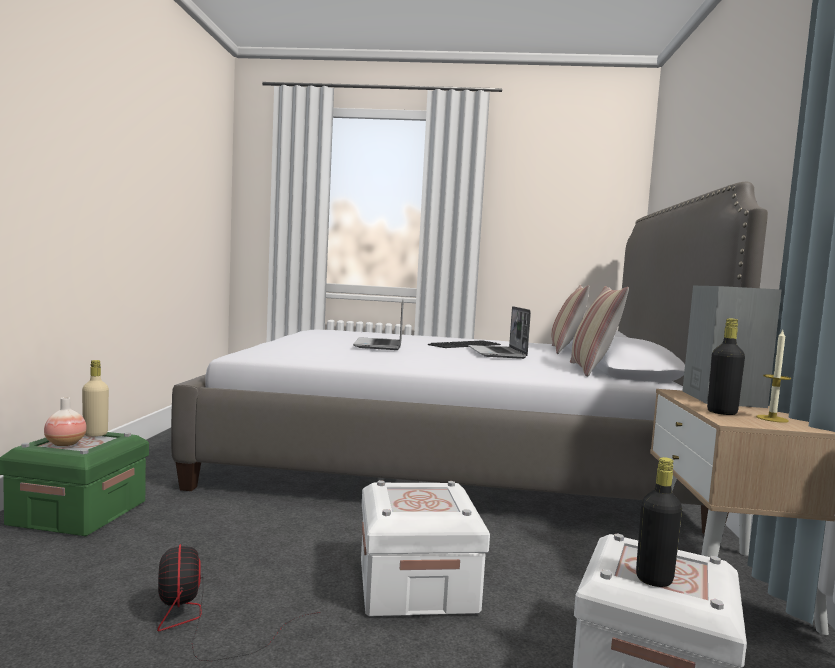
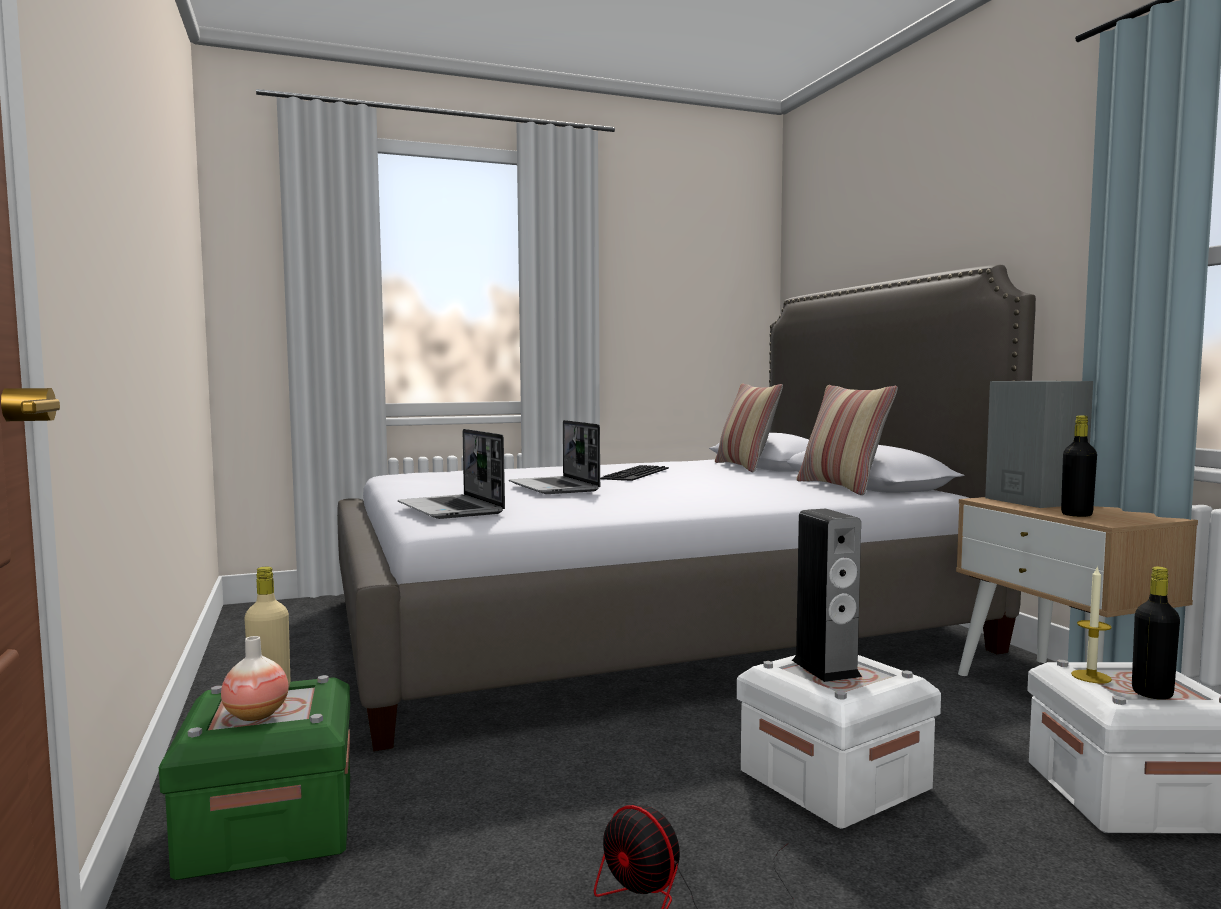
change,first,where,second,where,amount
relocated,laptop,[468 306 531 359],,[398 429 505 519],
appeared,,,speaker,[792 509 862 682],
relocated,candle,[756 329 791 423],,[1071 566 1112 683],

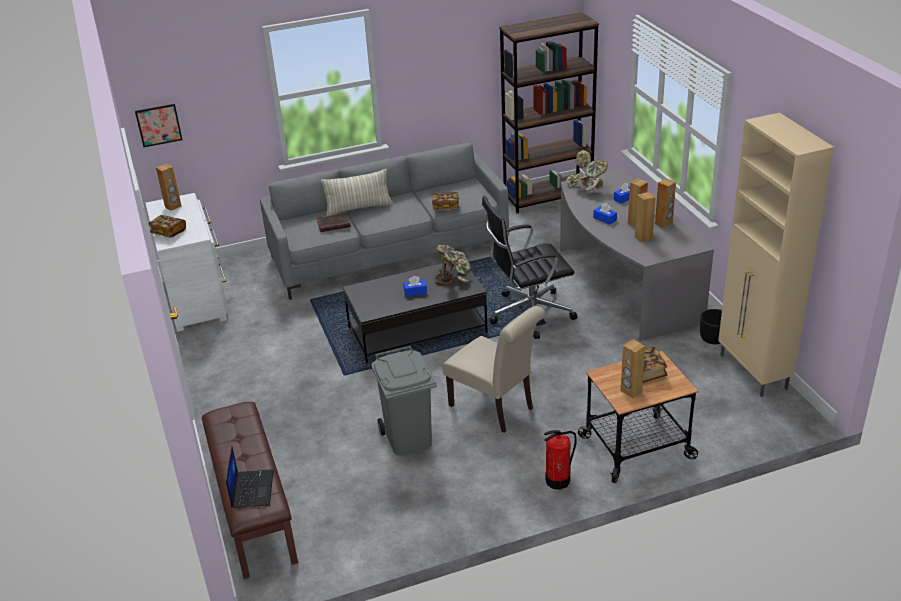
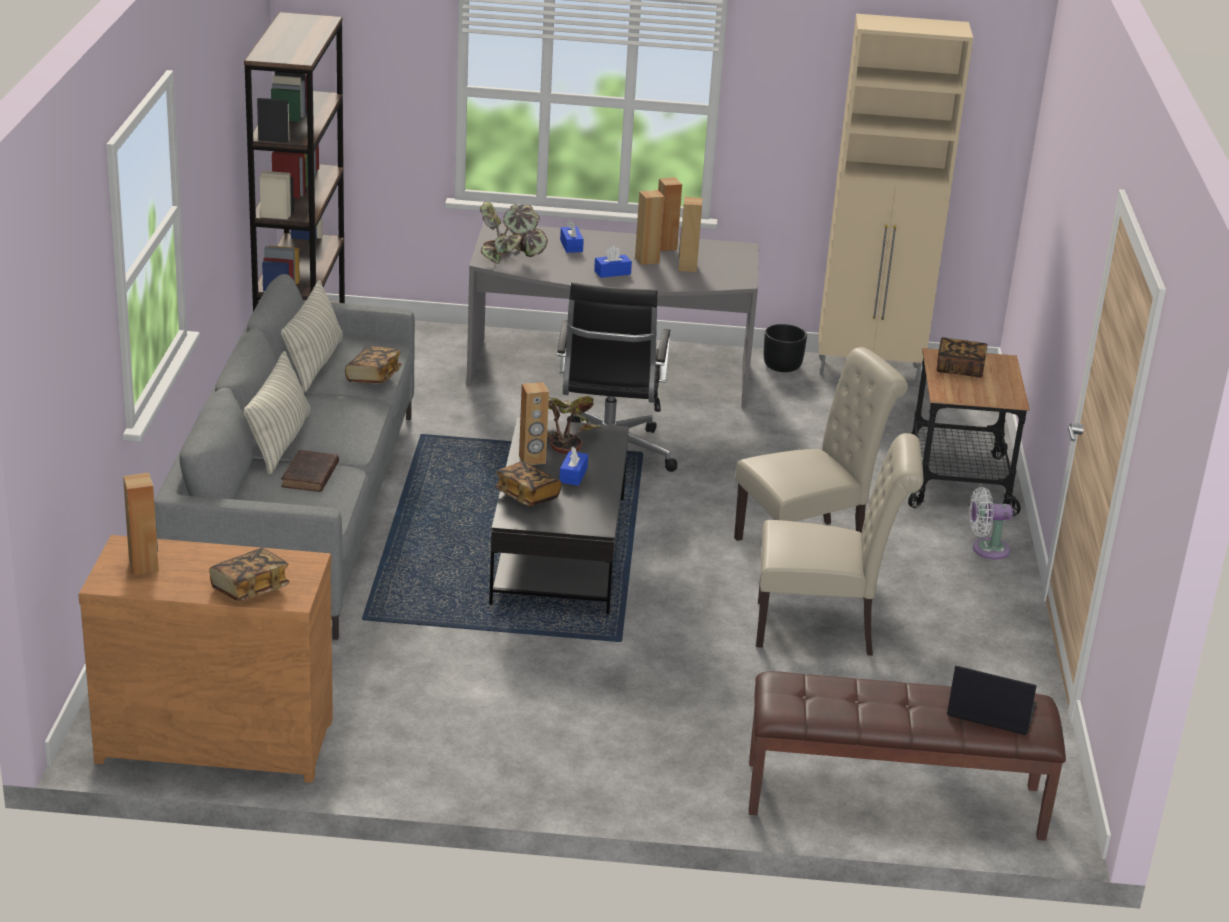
change,first,where,second,where,amount
colour,white dresser,[145 193 229 332],brown dresser,[78 535 333 783],
appeared,,,pillow,[281 280 343 392],
appeared,,,book,[495 461 562 506],
relocated,brown speaker,[620 339 645 398],,[519 382 549 465],
exchanged,grey trash can,[372 346 437 456],beige chair,[756 433 923 656],
exchanged,fire extinguisher,[544 430 577 490],white fan,[970 487 1013 559],
missing,picture,[135 104 182 147],,,

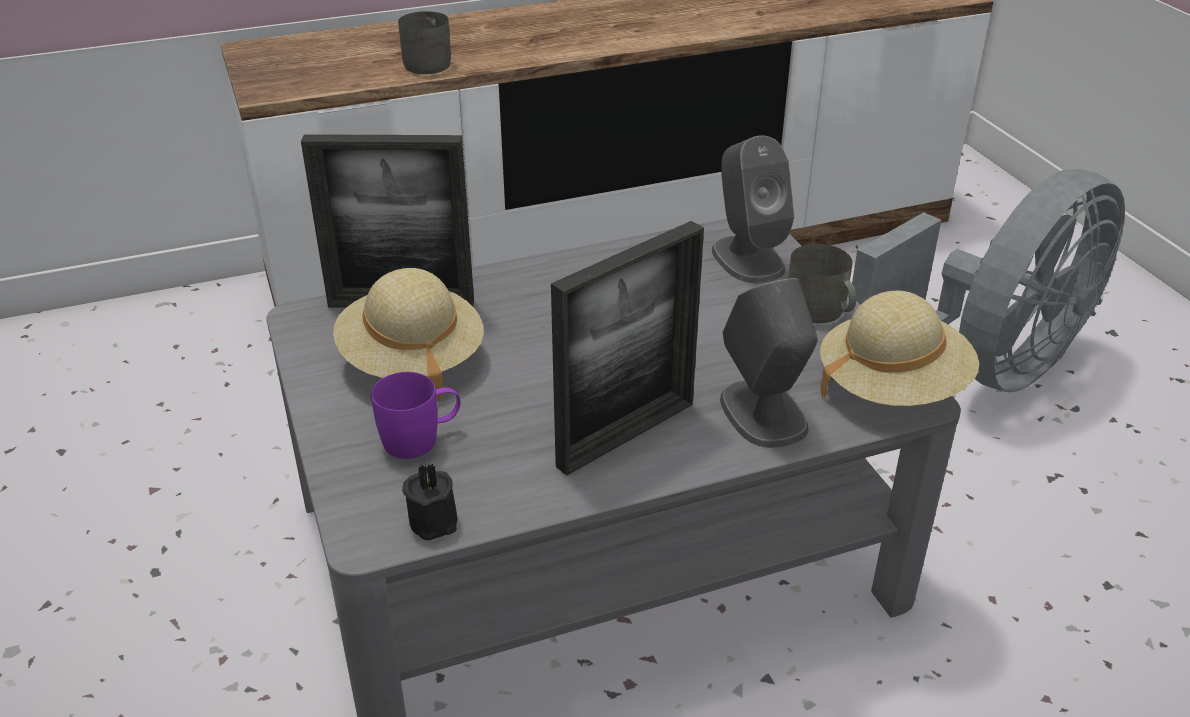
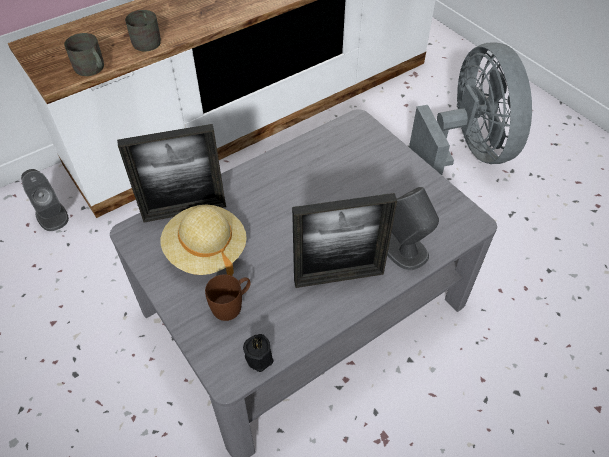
change,first,where,second,where,amount
relocated,grey speaker,[712 135 794 283],,[21 169 69 231],
relocated,grey mug,[788 244 856 324],,[64 33 104 76],
colour,purple mug,[371 372 460 459],brown mug,[205 274 251 321],
spun,picture frame,[551 221 704 476],,[292 193 397 288],45 degrees clockwise
spun,grey fan,[852 169 1125 392],,[409 43 532 175],45 degrees counterclockwise
missing,beige hat,[820 291 979 406],,,

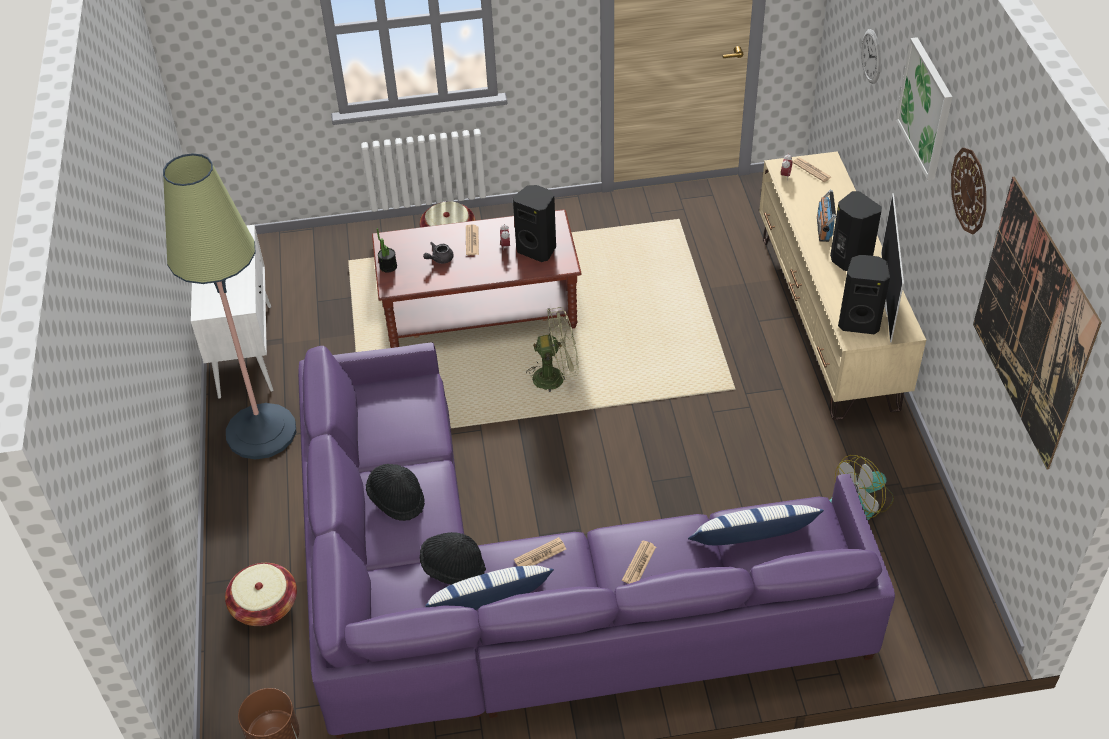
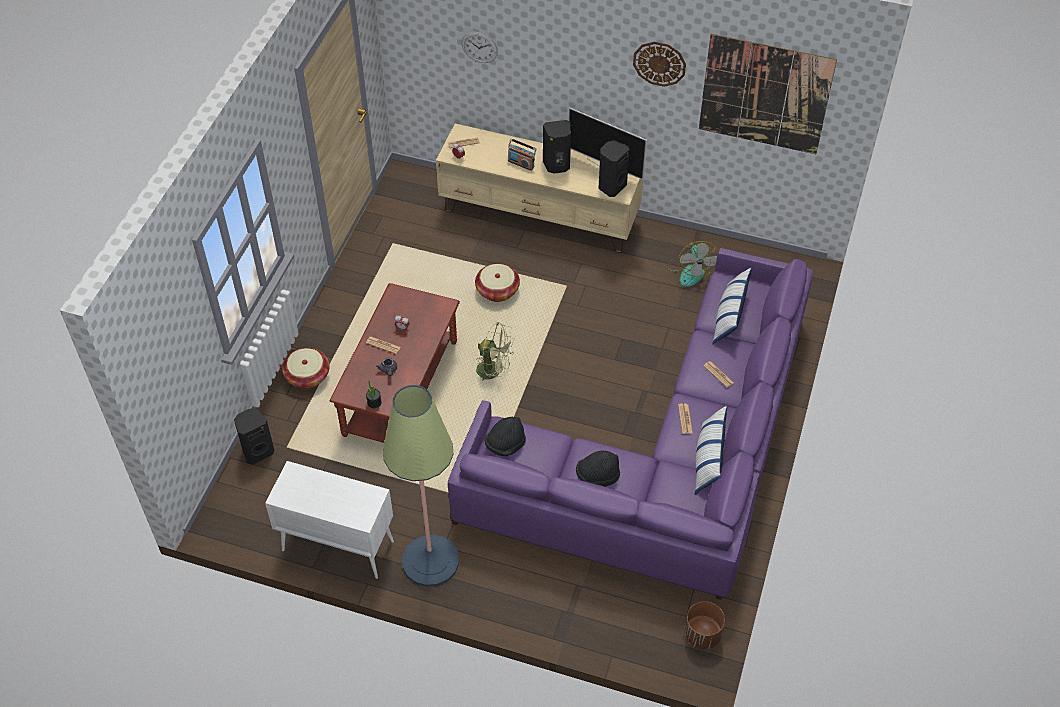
change,first,where,second,where,amount
relocated,black speaker,[513 185 556 262],,[234 409 274 465],
relocated,basket,[225 563 297 626],,[475 264 520 302],
spun,green fan,[526 307 579 392],,[476 322 514 380],90 degrees clockwise
relocated,black hat,[420 532 486 585],,[484 417 526 456],
missing,picture,[896 37 952 180],,,

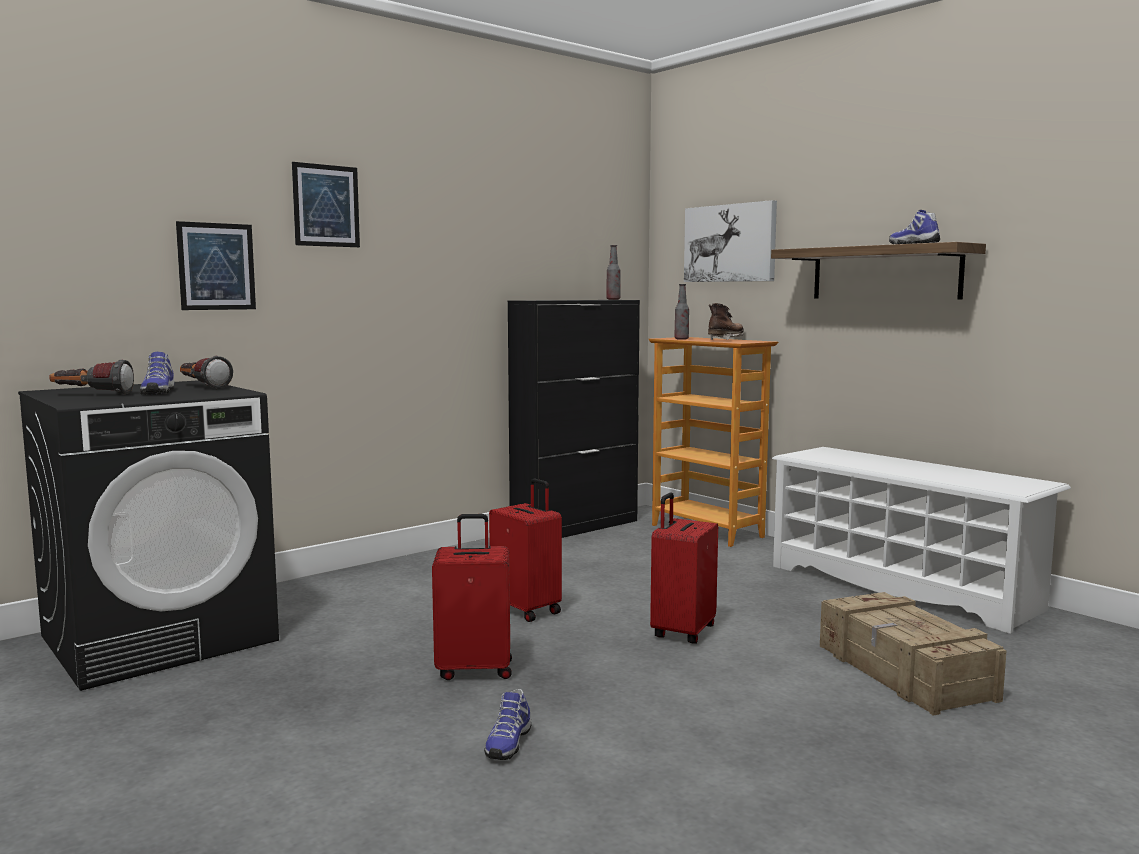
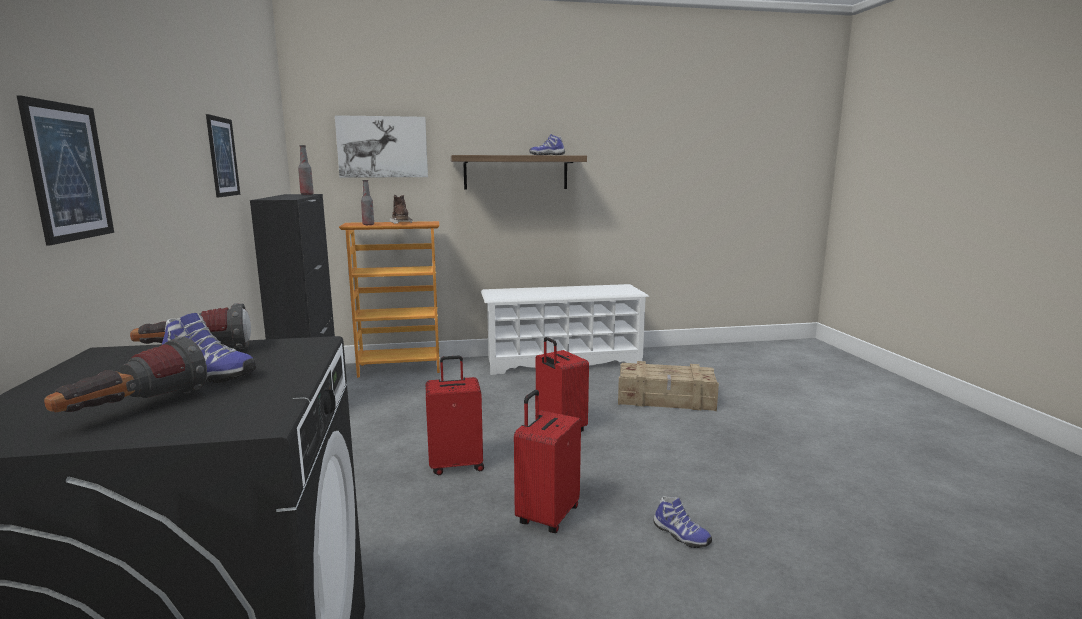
change,first,where,second,where,amount
relocated,picture,[292 162 360 247],,[206 114 240 198],

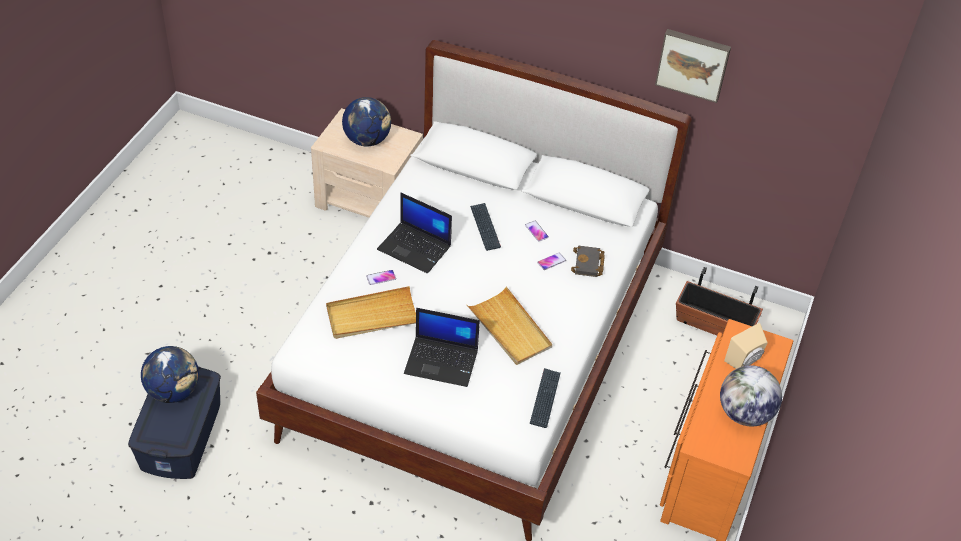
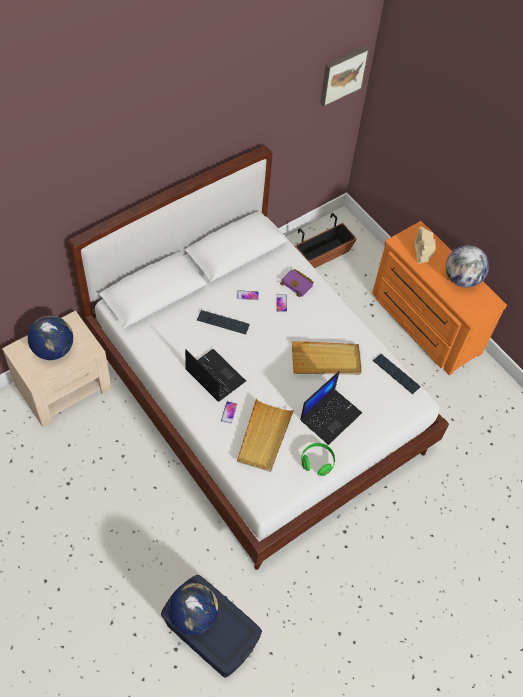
change,first,where,second,where,amount
spun,laptop,[377 193 452 274],,[185 349 246 402],105 degrees counterclockwise
colour,black book,[571 245 605 277],purple book,[280 269 314 297],
appeared,,,green headphones,[301 443 335 476],
relocated,picture,[655 29 731 103],,[320 46 369 107],

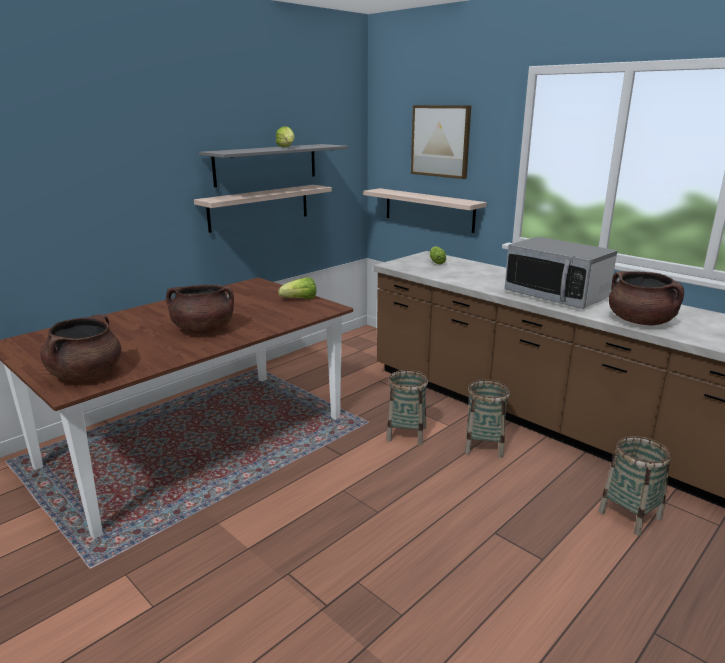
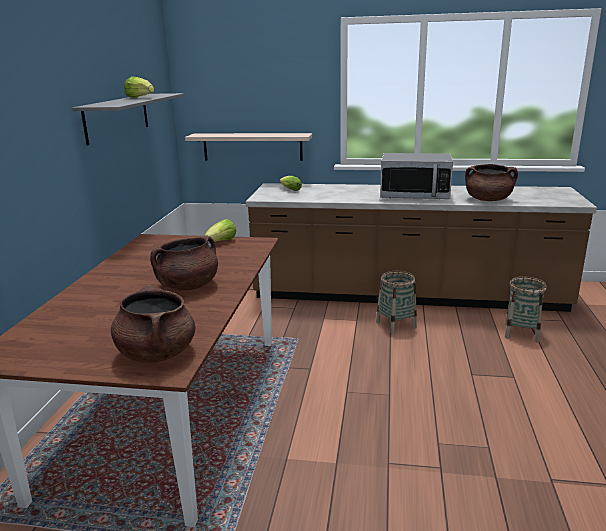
change,first,where,second,where,amount
missing,shelf,[194 185 332 233],,,
missing,basket,[386 370 428 445],,,
missing,picture,[411 105 471 179],,,

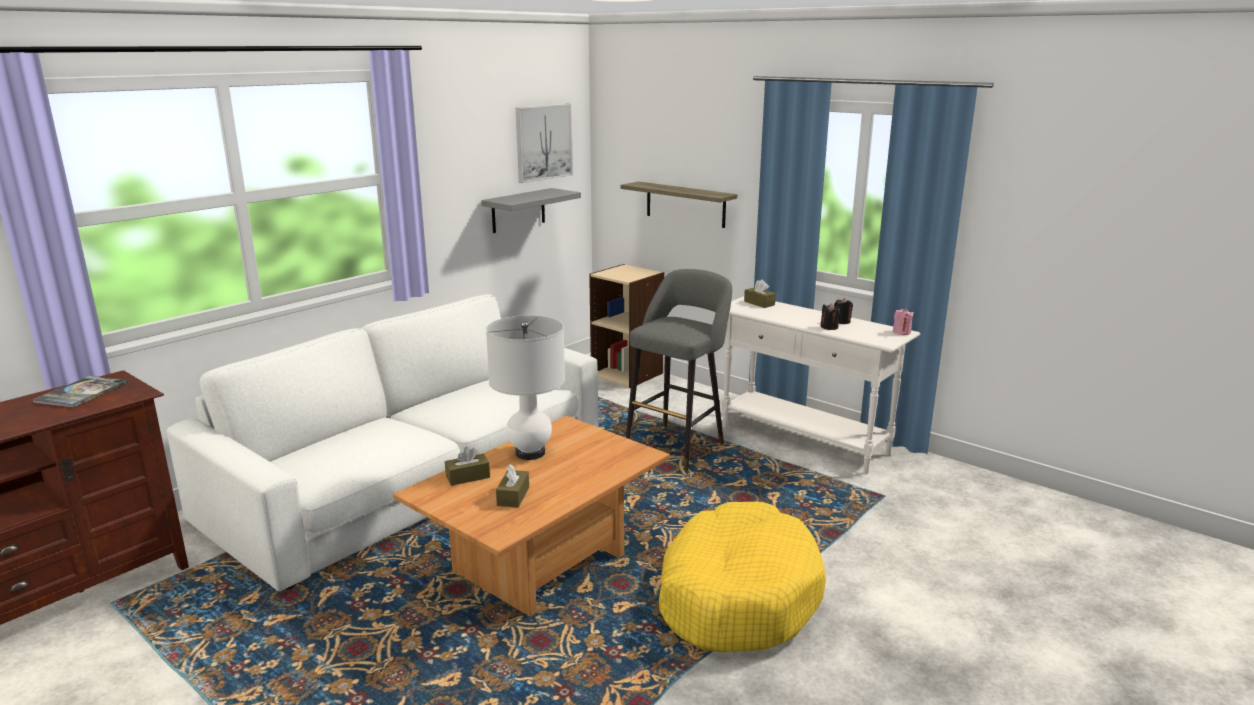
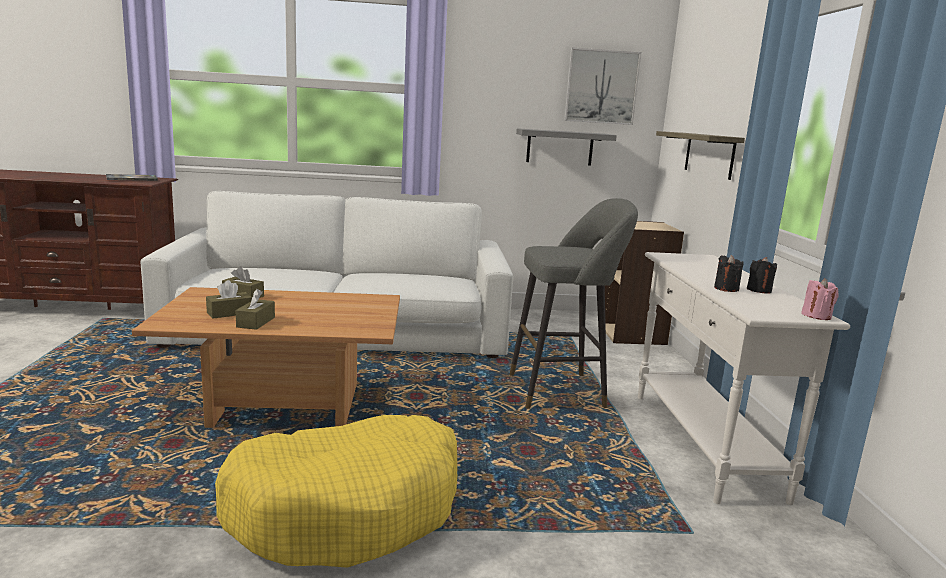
change,first,where,second,where,amount
relocated,brown tissue box,[744 279 776 308],,[235 289 275 330],
missing,white table lamp,[486 315 565 460],,,

